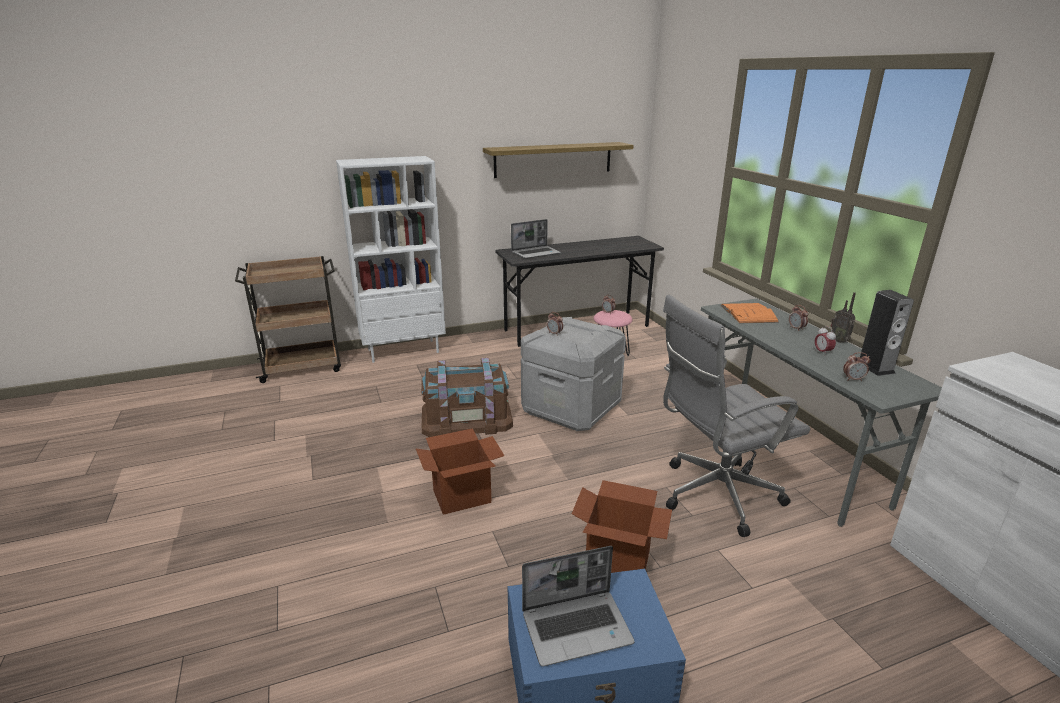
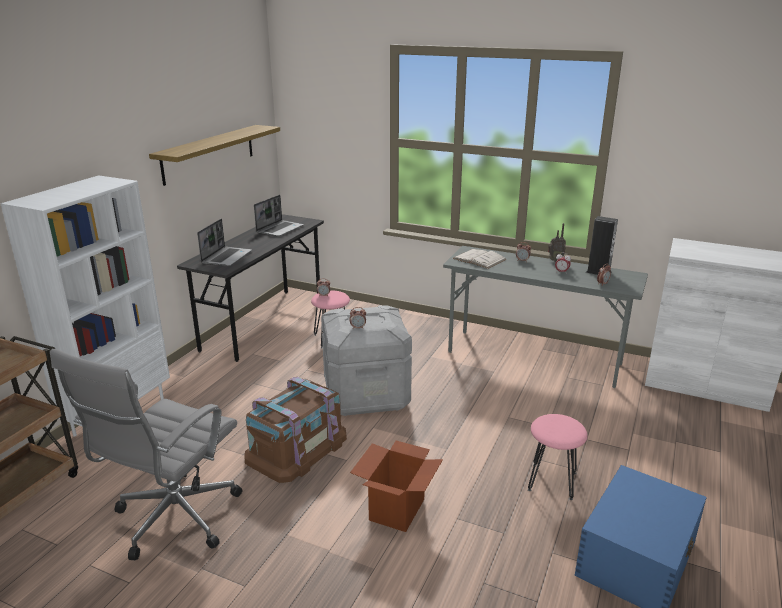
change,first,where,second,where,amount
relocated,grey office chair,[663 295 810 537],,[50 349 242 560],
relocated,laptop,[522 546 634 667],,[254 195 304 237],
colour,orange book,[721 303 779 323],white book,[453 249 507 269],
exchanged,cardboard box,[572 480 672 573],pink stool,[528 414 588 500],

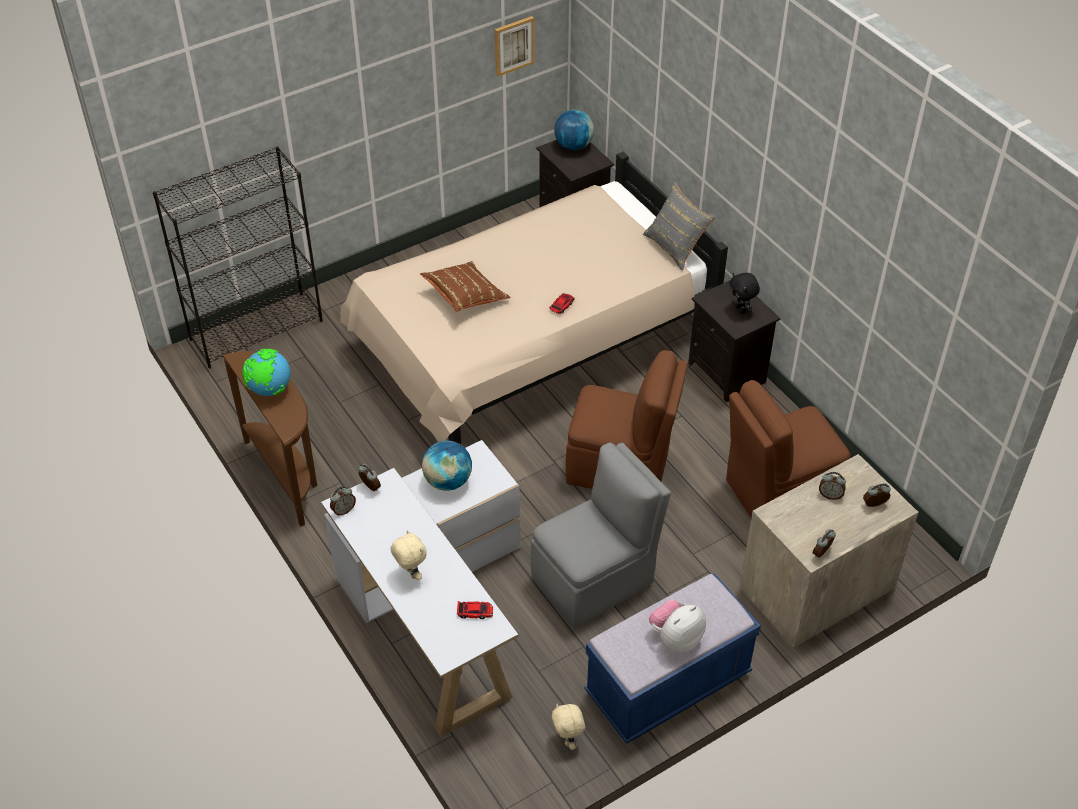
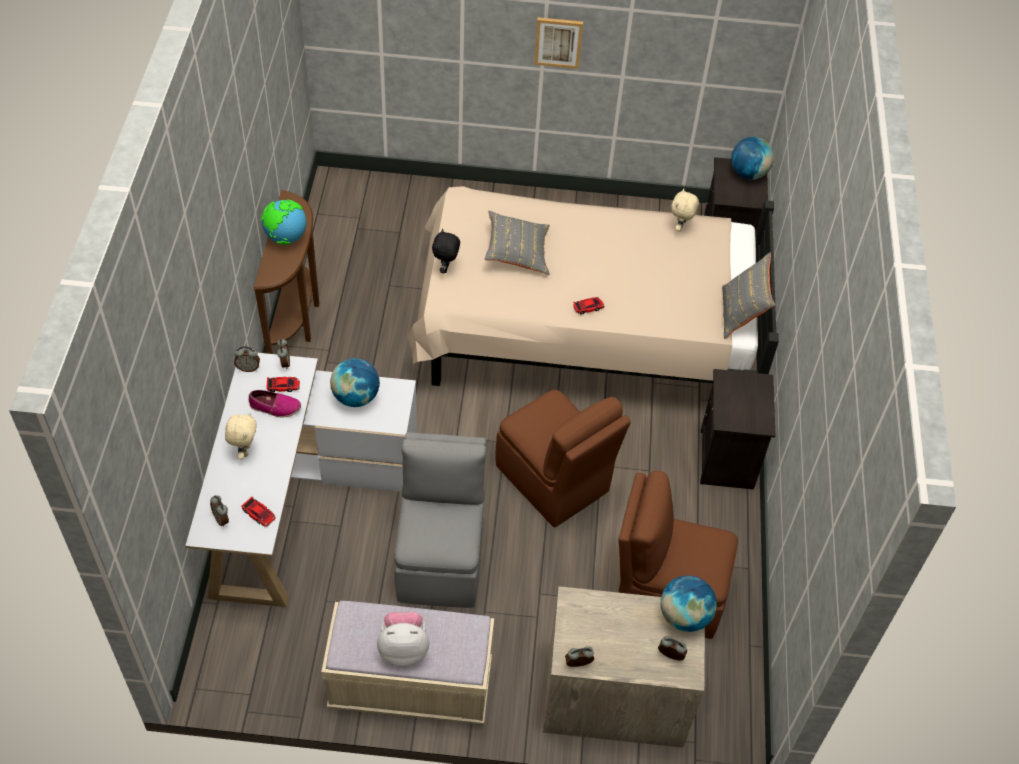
change,first,where,second,where,amount
relocated,alarm clock,[819 472 846 500],,[210 495 229 526],
appeared,,,shoe,[249 390 301 417],
appeared,,,toy car,[266 377 300 392],
colour,blue bench,[584 573 761 744],beige bench,[321 601 494 724],
spun,grey chair,[531 443 671 628],,[394 432 486 608],90 degrees counterclockwise
relocated,black plush toy,[730 273 760 314],,[432 229 460 273],
colour,brown pillow,[420 261 510 312],grey pillow,[485 211 550 275],
relocated,picture,[495 16 534 76],,[534 17 583 69],
appeared,,,globe,[661 575 717 632],
relocated,beige plush toy,[552 703 585 750],,[672 188 699 232],
missing,black bookcase,[153 147 323 368],,,

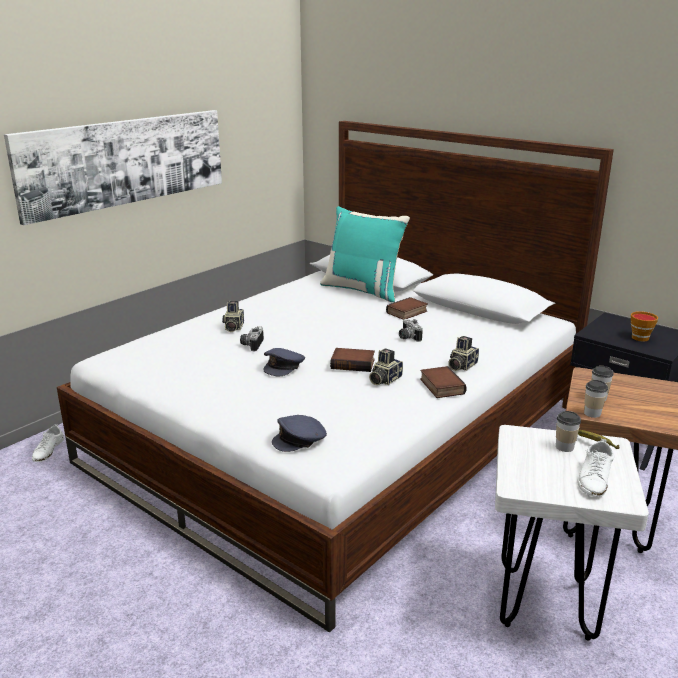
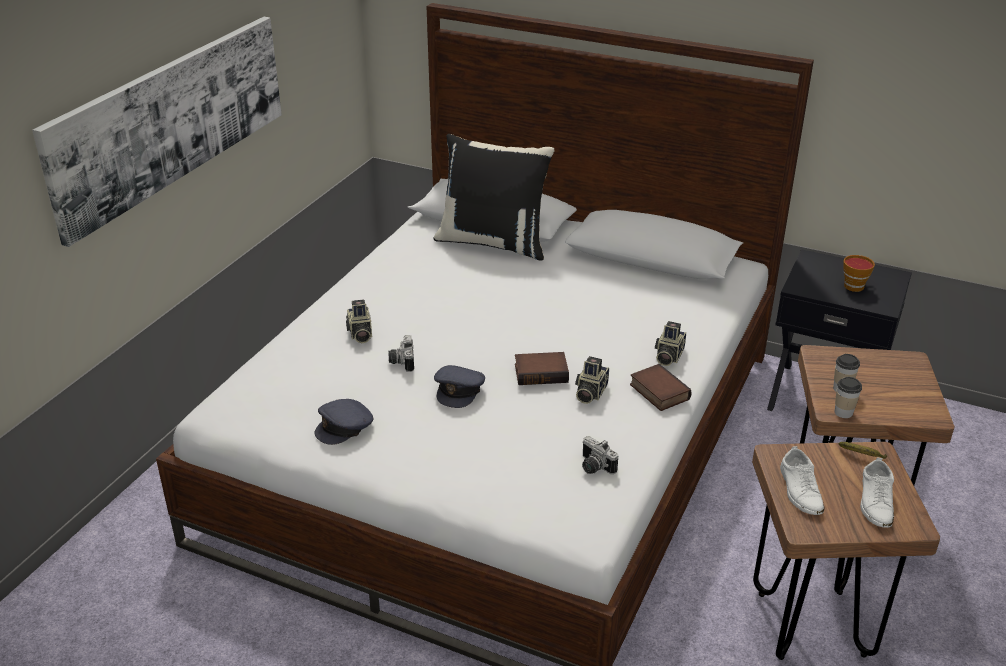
change,first,where,second,where,amount
relocated,grey cap,[272 415 327 452],,[315 399 374 445],
colour,turquoise pillow,[320 206 410 303],black pillow,[434 134 554 260],
relocated,photo camera,[399 319 423 342],,[582 436 618 474],
colour,white stool,[495 425 649 641],brown stool,[752 442 940 660],
relocated,white shoe,[32 424 64 462],,[780 446 824 515],
missing,book,[386 297 428 320],,,
missing,cup,[556 411 581 452],,,

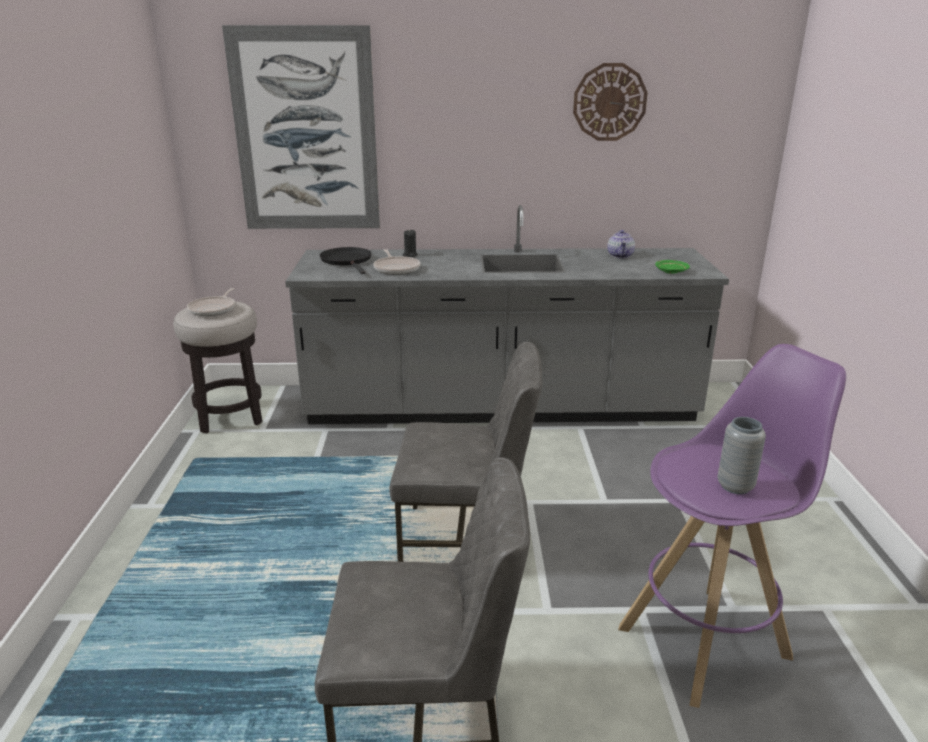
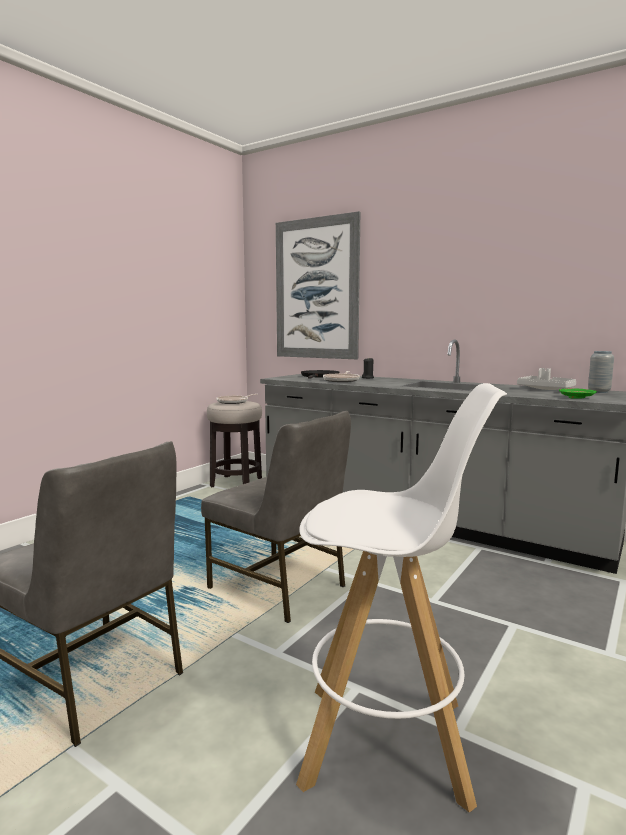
change,first,where,second,where,amount
colour,purple stool,[618 344 846 708],white stool,[296 383 507 813],
exchanged,teapot,[607 230 635 258],grey tray,[517 368 576 390],
relocated,grey vase,[717 417 766 494],,[588 351 614 393],
missing,wall clock,[573 63 648 141],,,

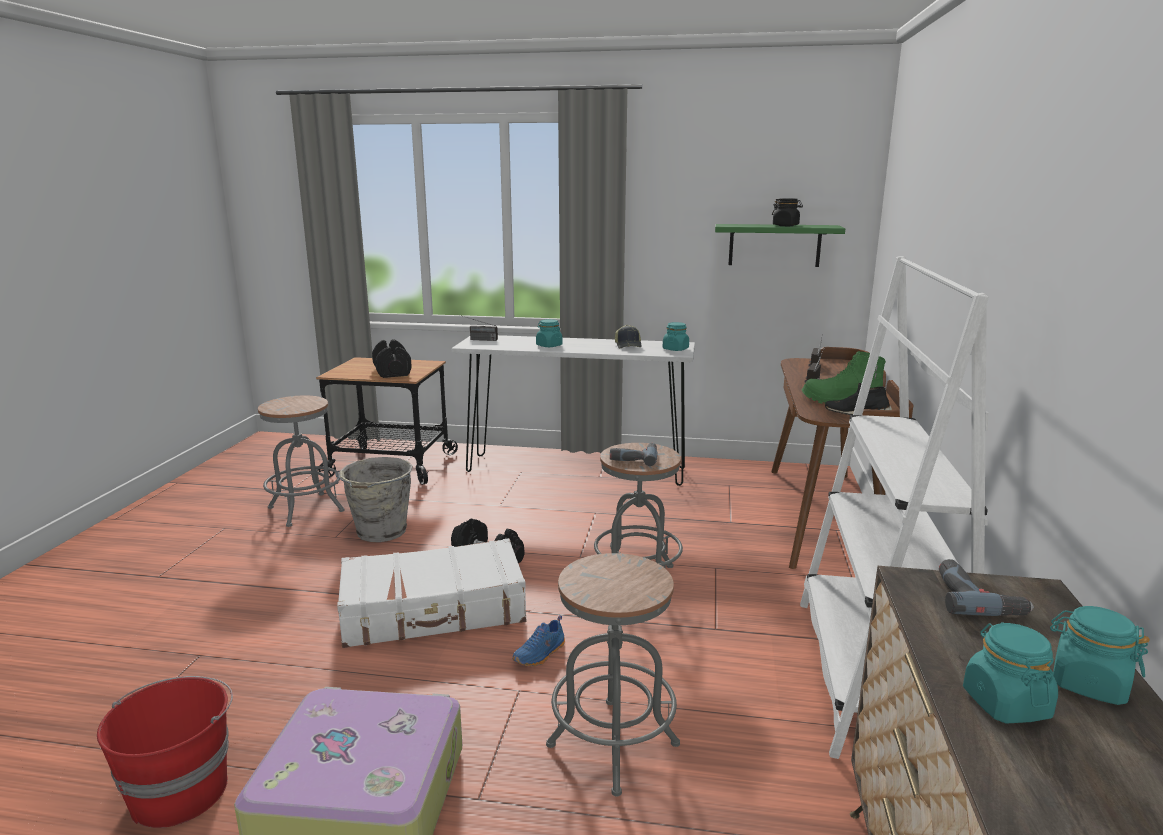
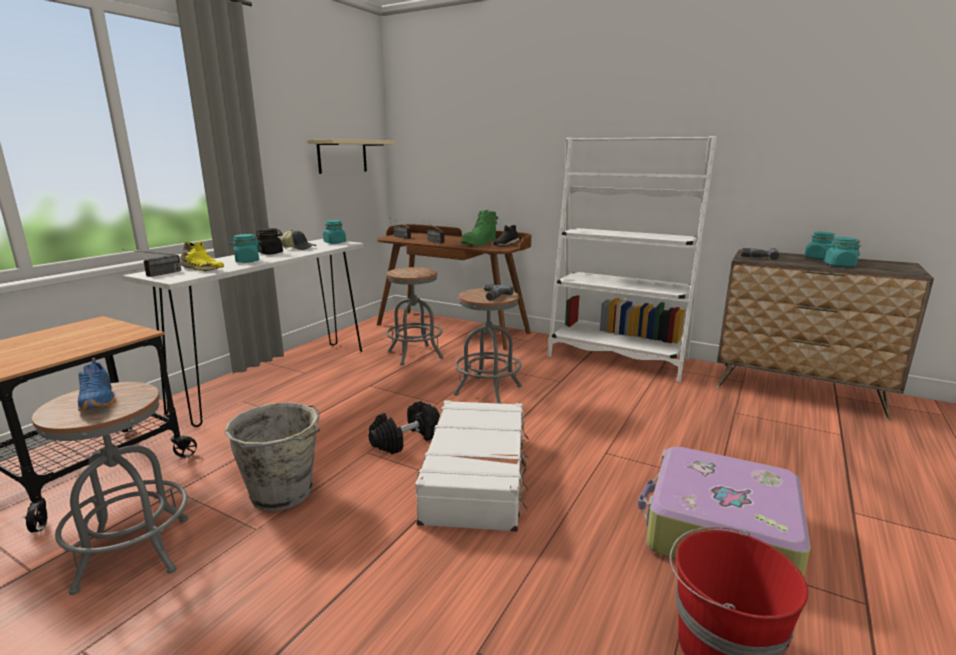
change,first,where,second,where,amount
relocated,blue shoe,[513 615 565 667],,[78 358 116 411],
appeared,,,yellow shoe,[180 241 224 271],
relocated,black jar,[772 198 803 226],,[256 228 283 255],
colour,green shelf,[715 224 845 267],beige shelf,[307 139 395 174],
relocated,grey stool,[546 553 680 797],,[386 267 443 365],
missing,black dumbbell,[372 339 412 378],,,

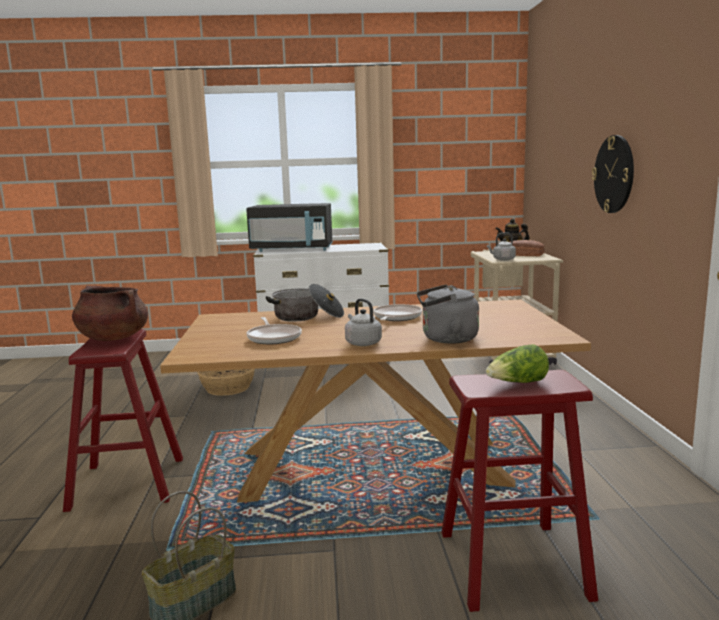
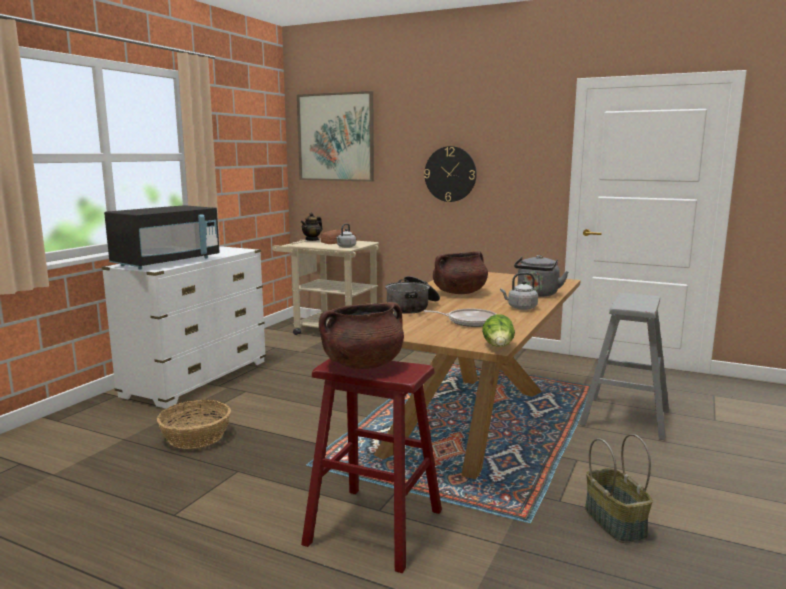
change,first,where,second,where,amount
appeared,,,picture,[297 91 374 182],
exchanged,frying pan,[373 304 422 321],brown cooking pot,[433 251 488 294],
relocated,lettuce,[486 344 549 383],,[482 314 515 347],
colour,red stool,[441 370 598 612],grey stool,[579 293 669 440],

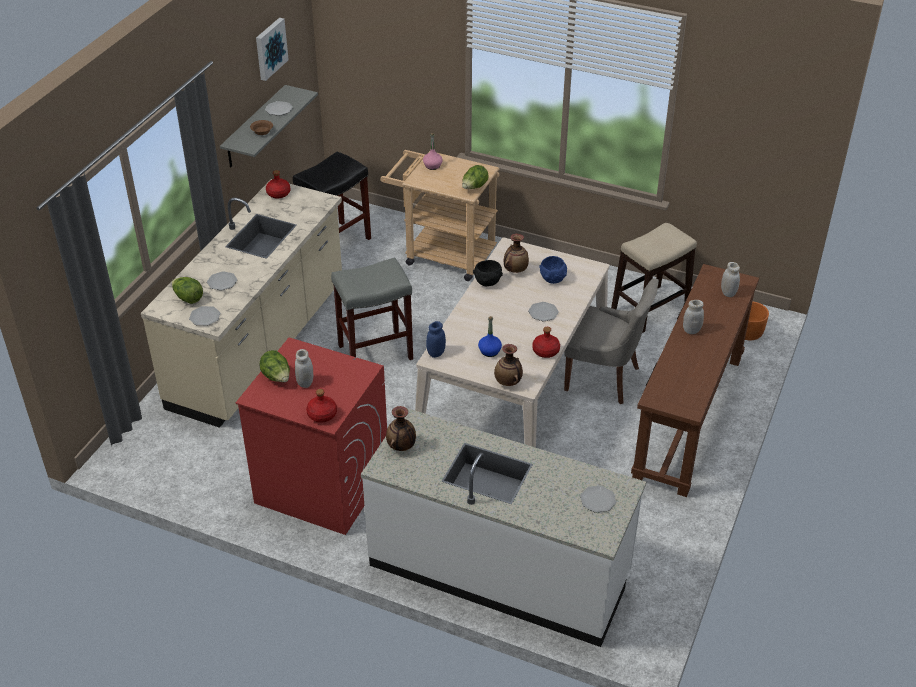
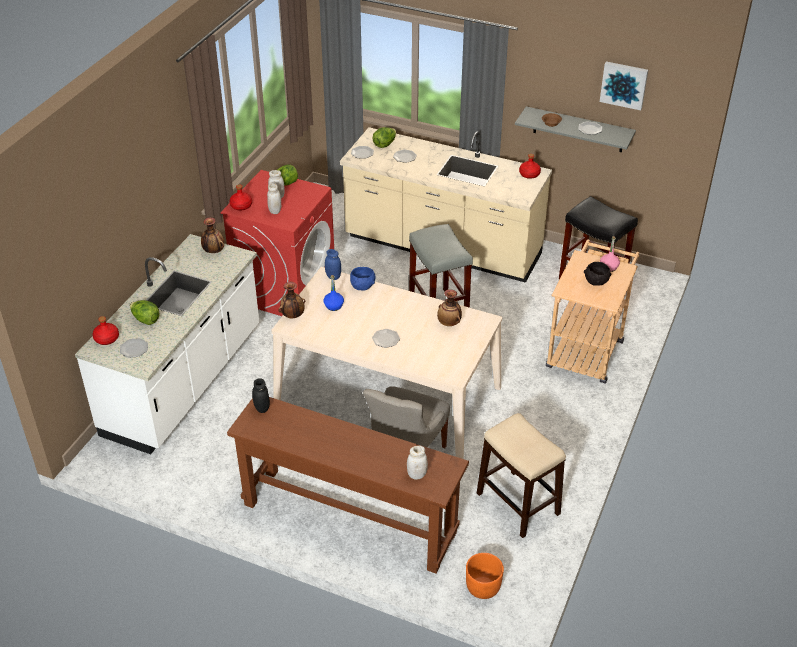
change,first,where,second,where,amount
relocated,red bottle,[532 327 560 358],,[93 316 119 345],
relocated,lettuce,[462 165 489 189],,[130 300 159 325],
appeared,,,black jar,[252 378 270 413],
relocated,white jar,[683 300 704 334],,[267 183 281 214],
relocated,blue bowl,[539 256 567 284],,[350 267 376 291],
relocated,black bowl,[473 260 503 286],,[584 262 611 286],

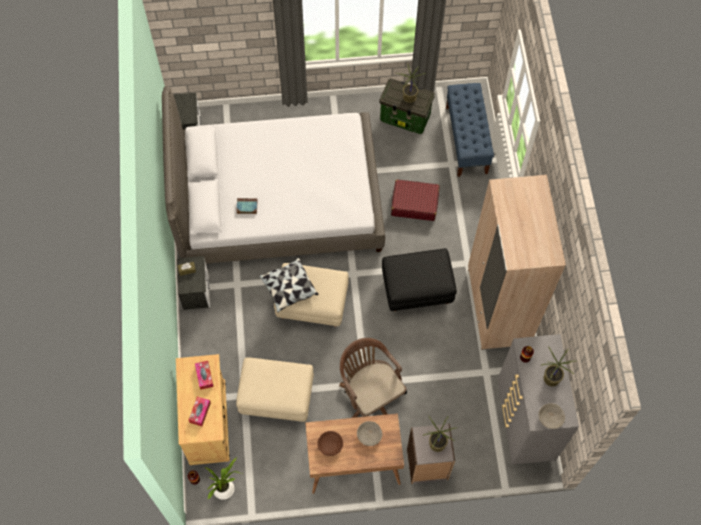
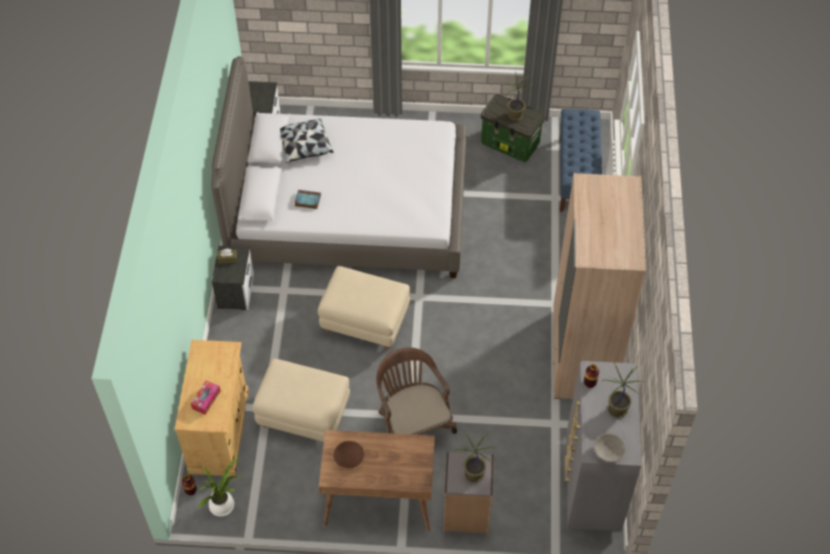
change,first,where,second,where,amount
relocated,pillow,[259 258 318 313],,[280 117 333 163],
missing,tissue box,[195 361 214 390],,,
missing,grey bowl,[357 421 383 446],,,
missing,black ottoman,[382 248 457 311],,,
missing,red suitcase,[391 180 440 221],,,

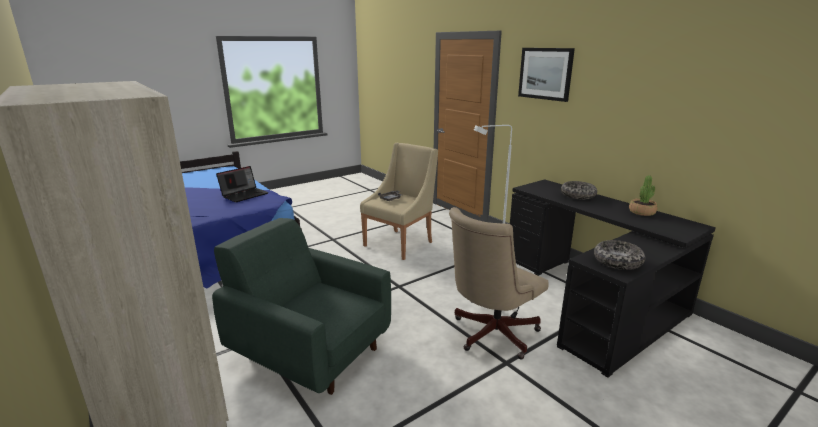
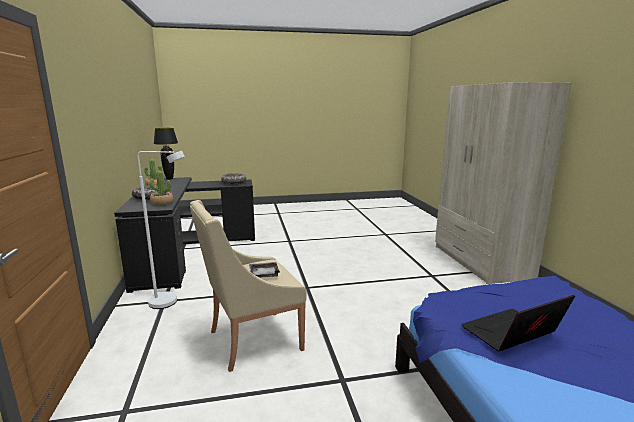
change,first,where,second,where,amount
appeared,,,potted plant,[150 171 173 205],
appeared,,,black table lamp,[154 128 178 180],
missing,green armchair,[212 218 391 395],,,
missing,beige office chair,[449 207 548 359],,,
missing,picture,[518 48 575 102],,,

